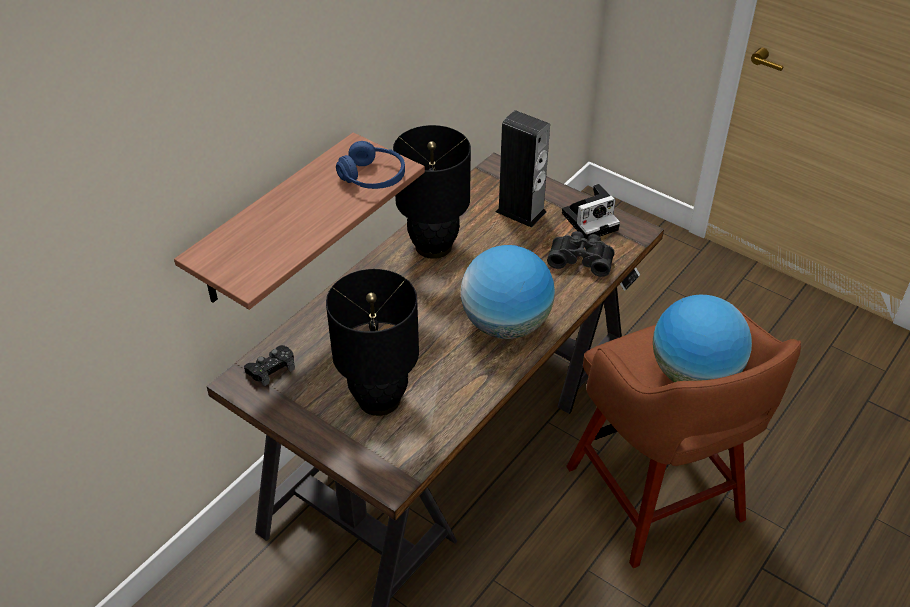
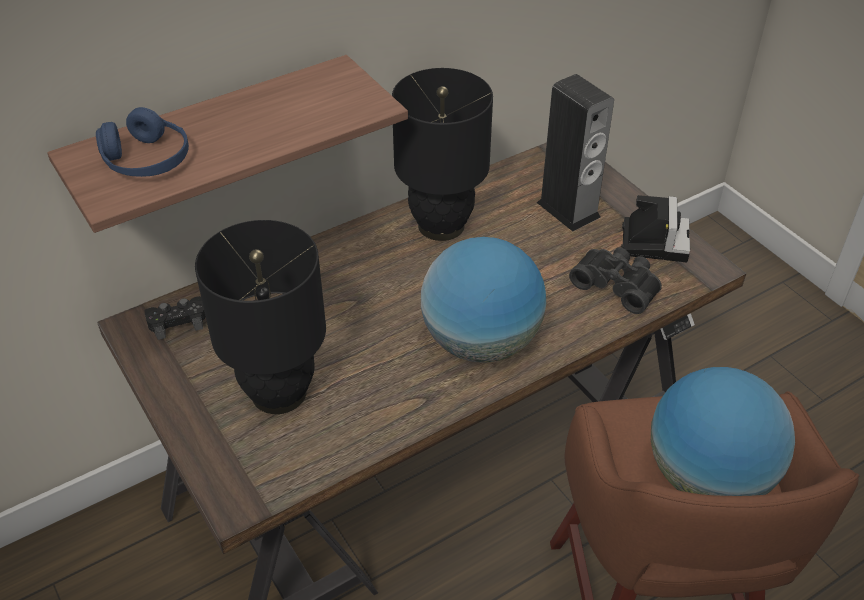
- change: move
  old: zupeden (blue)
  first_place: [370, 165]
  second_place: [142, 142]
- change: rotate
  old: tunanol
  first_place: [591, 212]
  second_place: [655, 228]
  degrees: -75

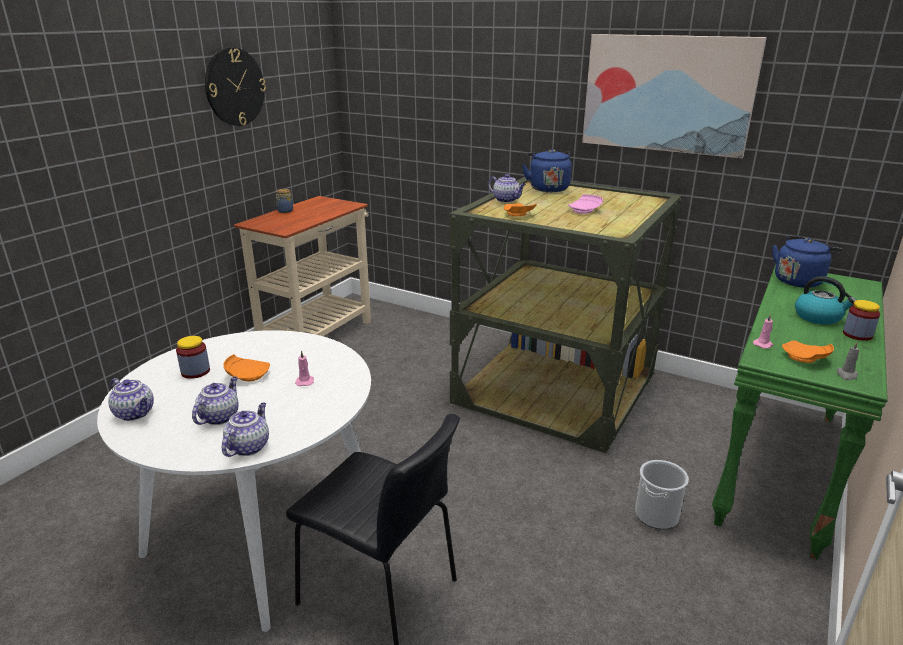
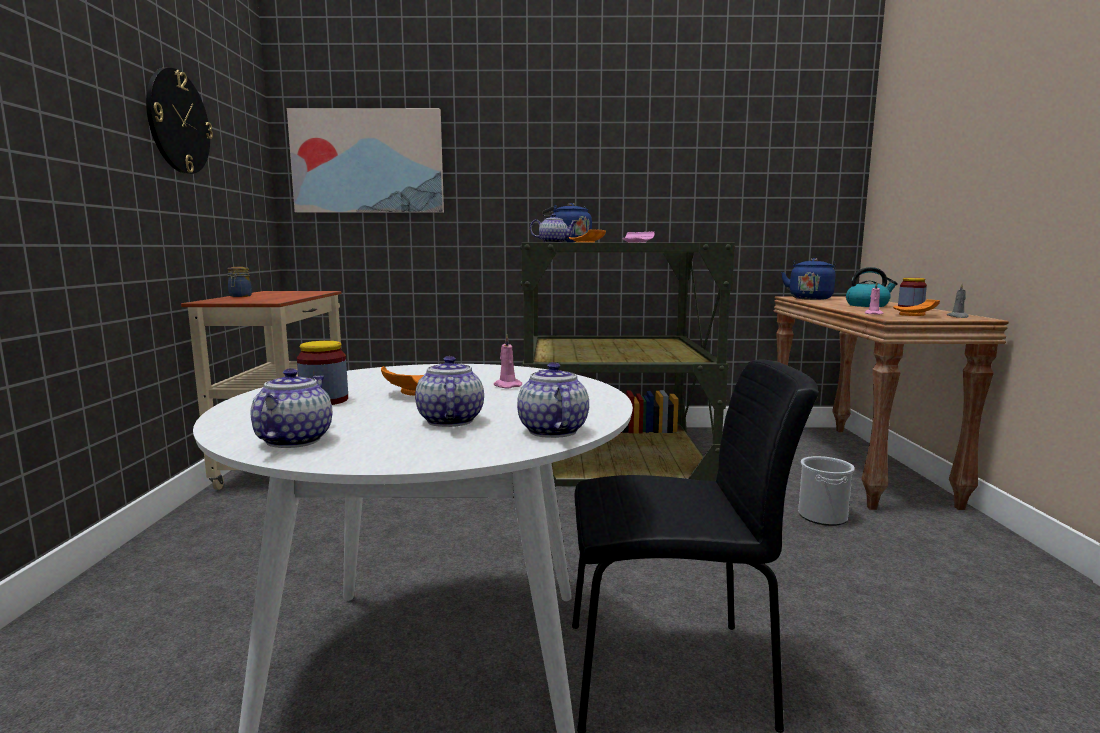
- change: move
  old: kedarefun
  first_place: [674, 96]
  second_place: [365, 160]
- change: recolor
  old: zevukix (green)
  new: zevukix (brown)
  first_place: [800, 412]
  second_place: [891, 403]
- change: rotate
  old: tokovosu
  first_place: [131, 399]
  second_place: [291, 408]
  degrees: -90

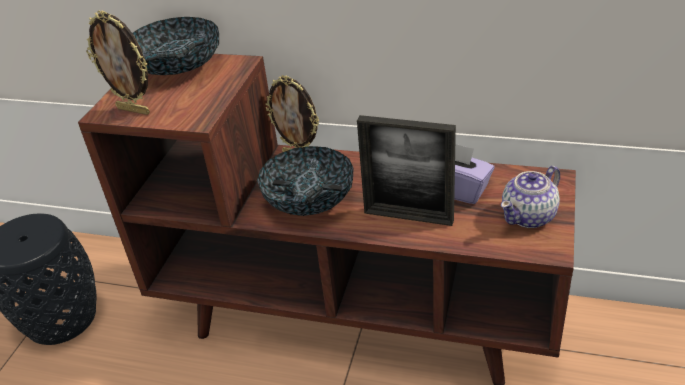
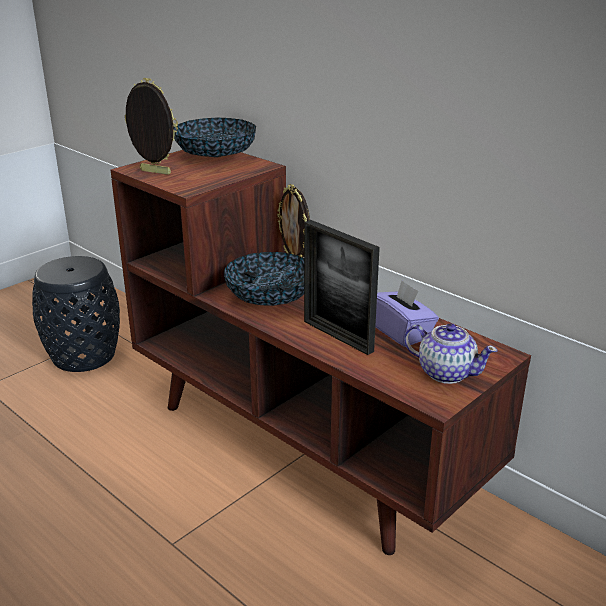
- change: rotate
  old: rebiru
  first_place: [118, 62]
  second_place: [151, 126]
  degrees: 150
- change: rotate
  old: tokovosu
  first_place: [530, 197]
  second_place: [451, 354]
  degrees: -135

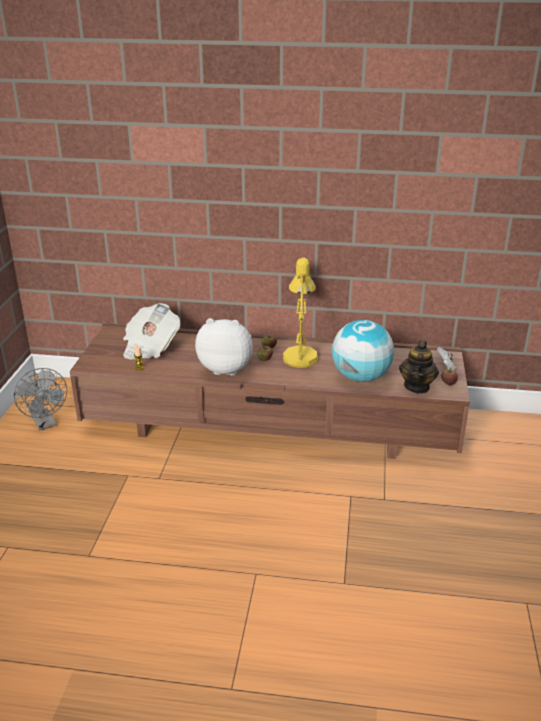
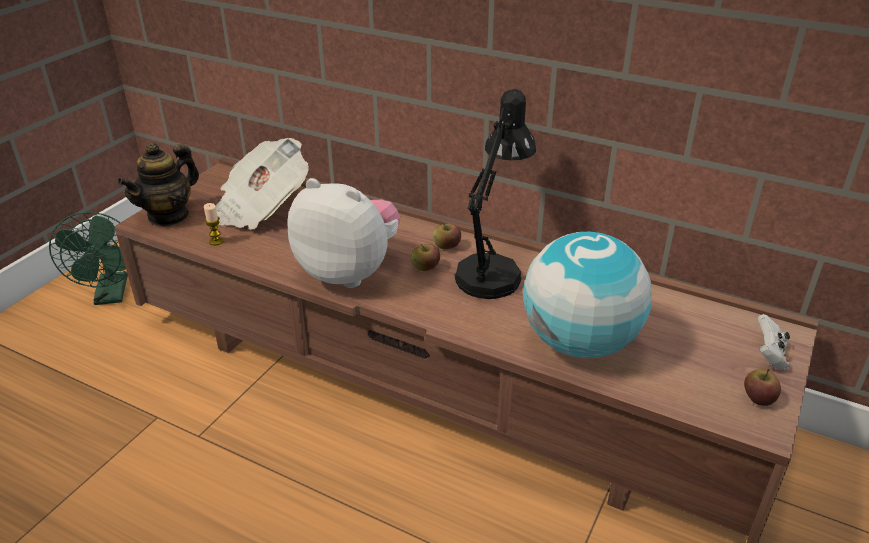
- change: recolor
  old: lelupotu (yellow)
  new: lelupotu (black)
  first_place: [300, 312]
  second_place: [495, 194]
- change: move
  old: tokovosu
  first_place: [419, 367]
  second_place: [158, 185]
- change: recolor
  old: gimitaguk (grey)
  new: gimitaguk (green)
  first_place: [40, 399]
  second_place: [88, 258]

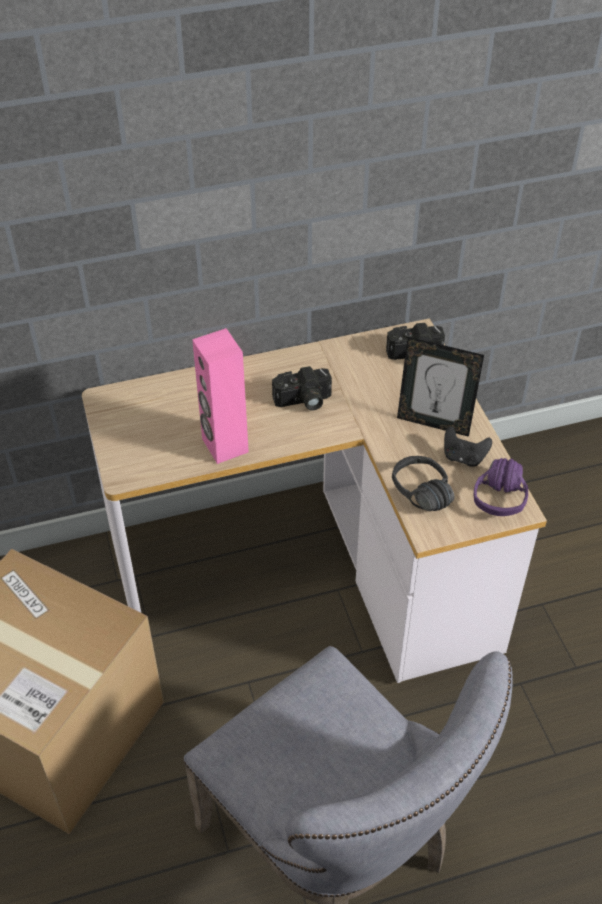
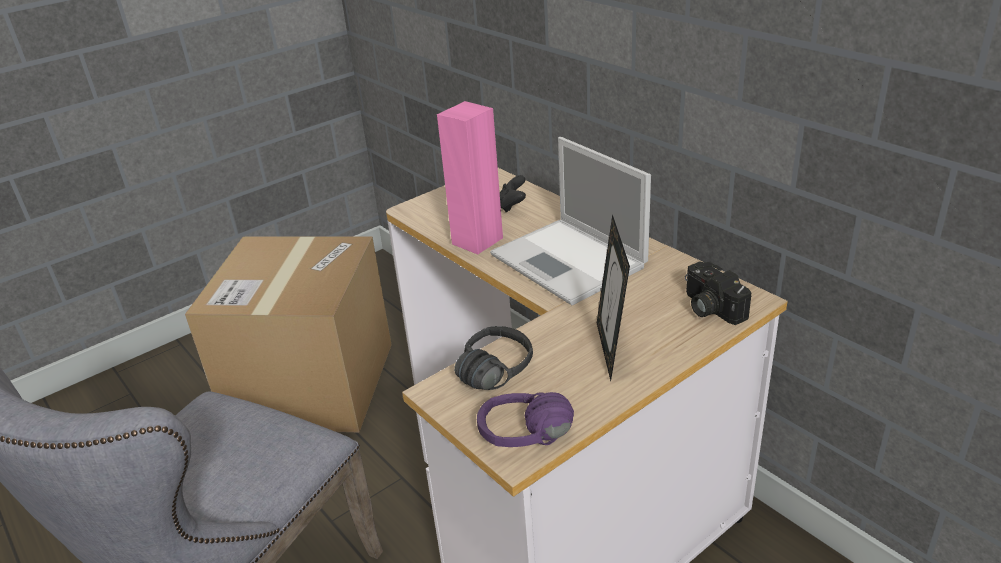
- change: replace
  old: tunanol
  new: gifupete
  first_place: [302, 388]
  second_place: [570, 221]
- change: move
  old: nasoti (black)
  first_place: [468, 446]
  second_place: [513, 194]

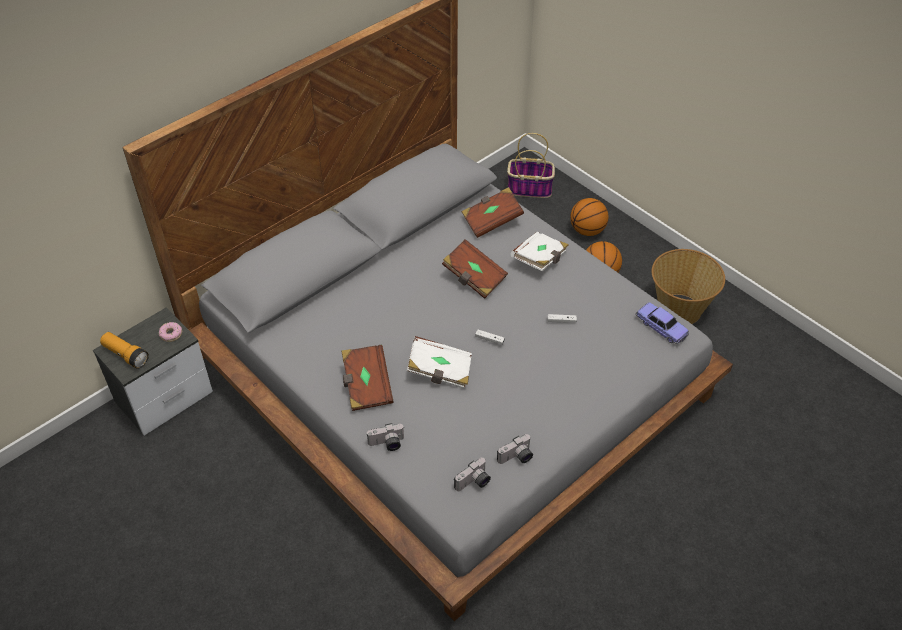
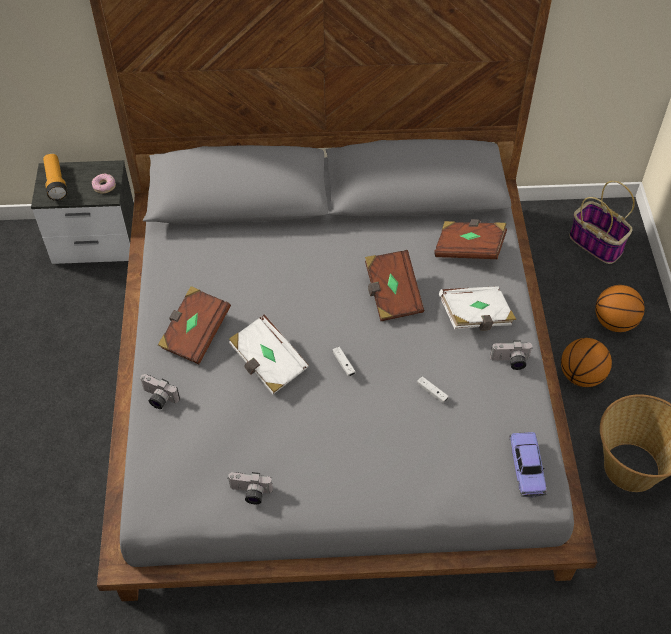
- change: move
  old: tunanol
  first_place: [472, 474]
  second_place: [511, 355]

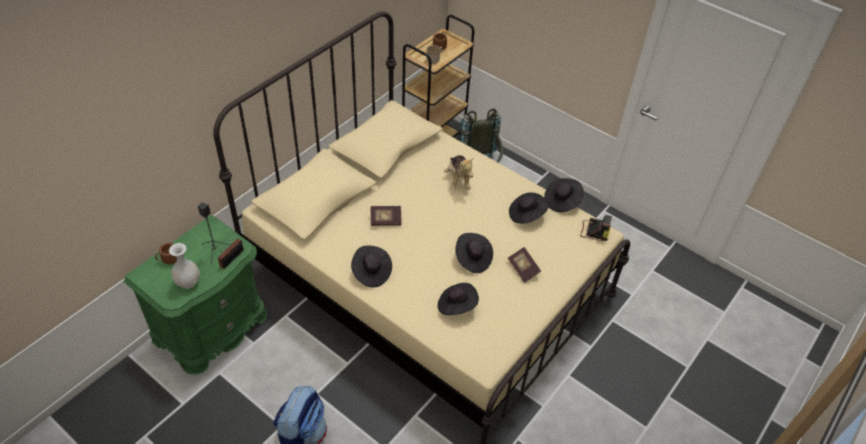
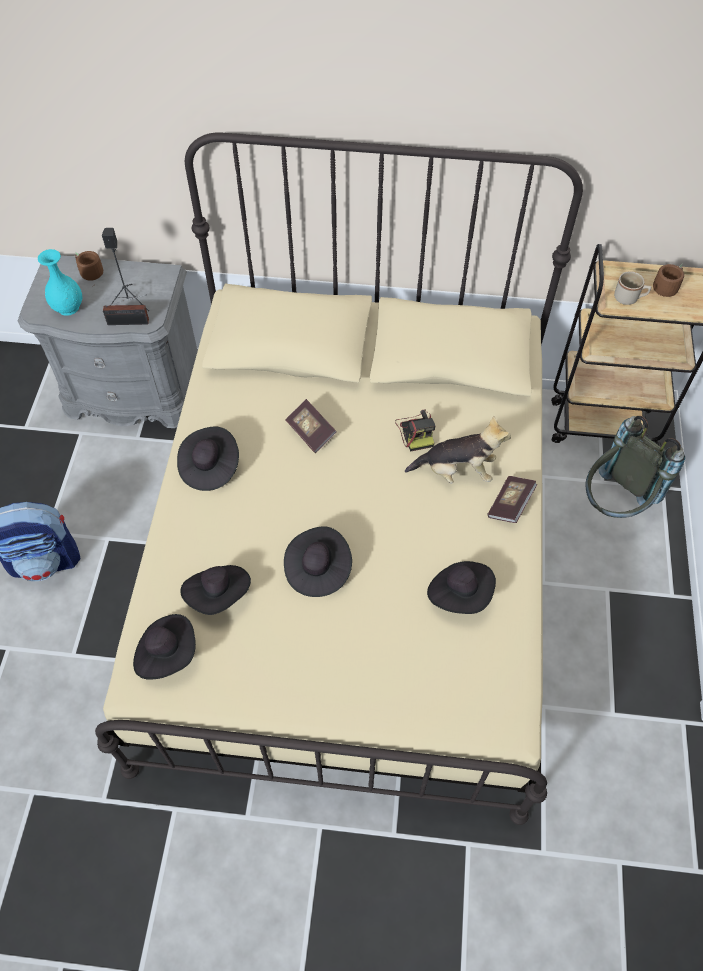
- change: rotate
  old: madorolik
  first_place: [458, 172]
  second_place: [458, 449]
  degrees: -135
- change: move
  old: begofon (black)
  first_place: [564, 195]
  second_place: [164, 646]
- change: recolor
  old: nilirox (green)
  new: nilirox (grey)
  first_place: [195, 295]
  second_place: [108, 341]
- change: move
  old: tunanol
  first_place: [596, 228]
  second_place: [415, 430]
- change: recolor
  old: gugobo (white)
  new: gugobo (turquoise)
  first_place: [184, 266]
  second_place: [60, 282]
- change: move
  old: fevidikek
  first_place: [524, 265]
  second_place: [512, 499]

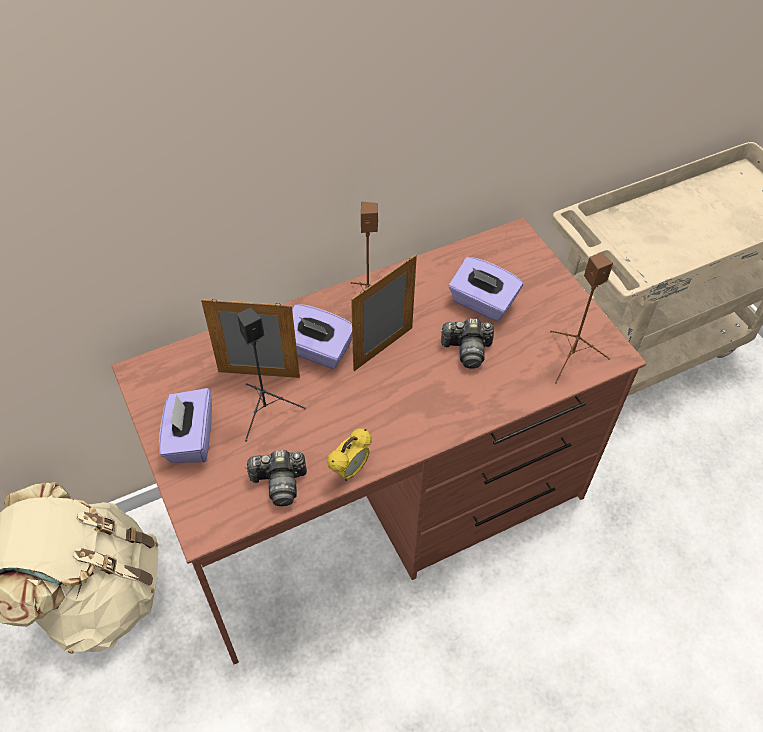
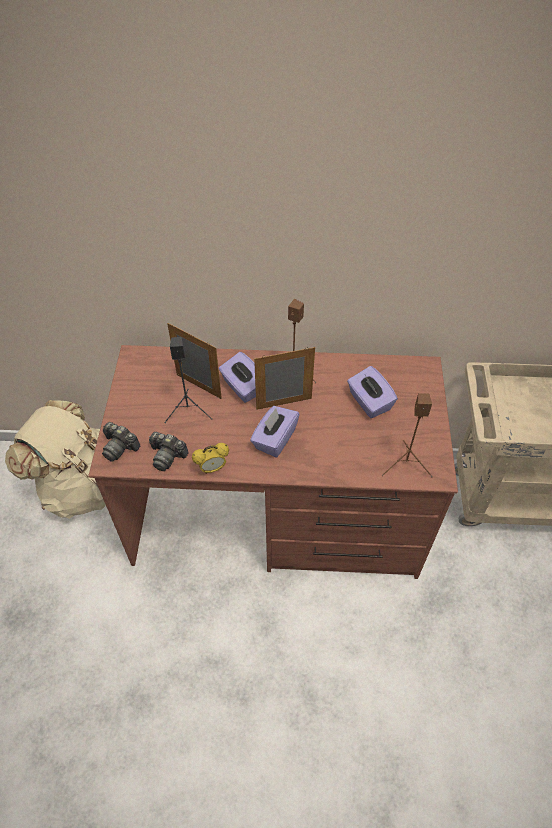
- change: move
  old: tunanol
  first_place: [467, 343]
  second_place: [121, 442]
- change: move
  old: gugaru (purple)
  first_place: [185, 425]
  second_place: [275, 431]

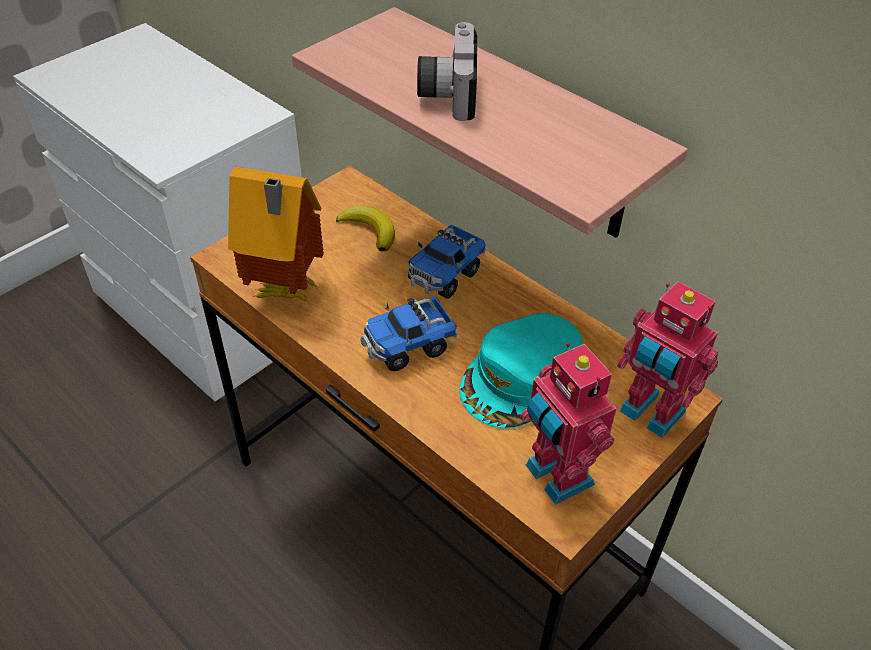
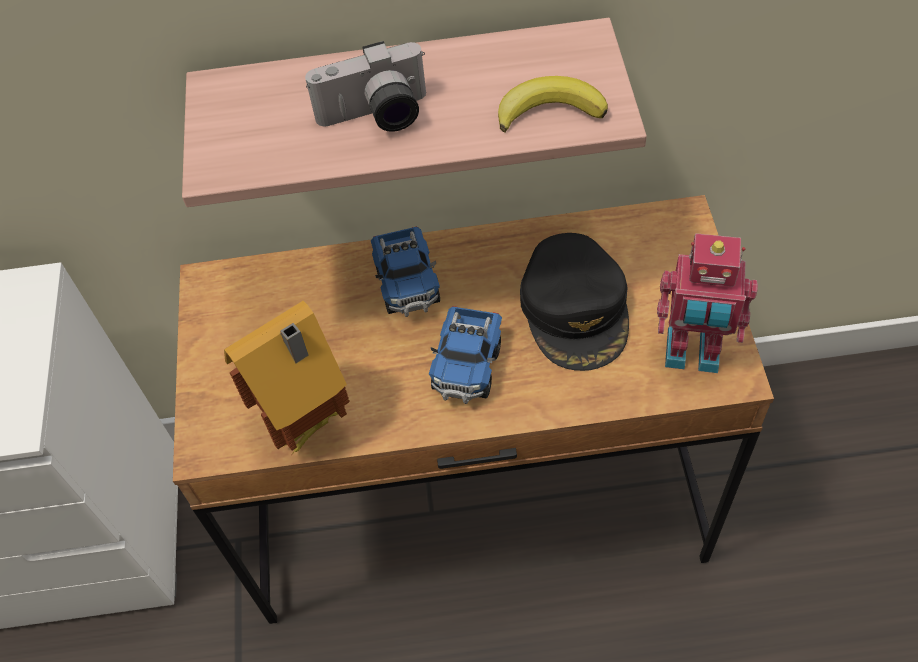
- change: rotate
  old: tunanol
  first_place: [447, 71]
  second_place: [365, 86]
  degrees: -60
- change: move
  old: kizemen
  first_place: [365, 228]
  second_place: [553, 104]
- change: delete
  old: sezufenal
  first_place: [667, 359]
- change: recolor
  old: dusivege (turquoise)
  new: dusivege (black)
  first_place: [521, 371]
  second_place: [574, 302]

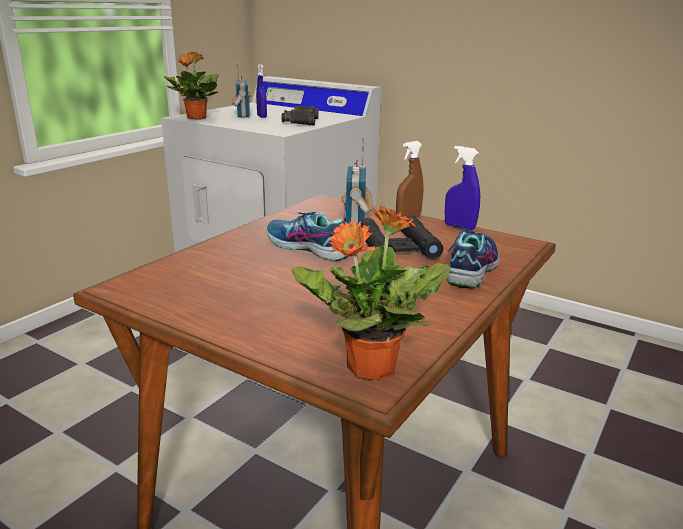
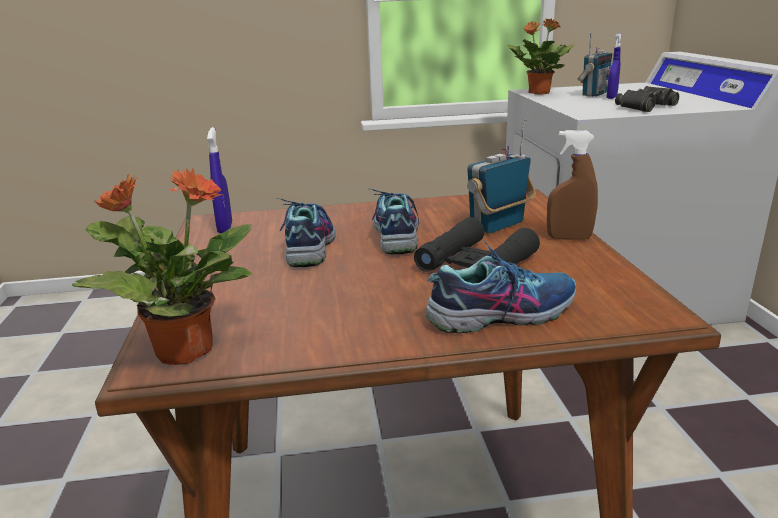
- change: move
  old: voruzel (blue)
  first_place: [462, 188]
  second_place: [219, 180]
- change: insert
  new: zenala
  second_place: [308, 233]

